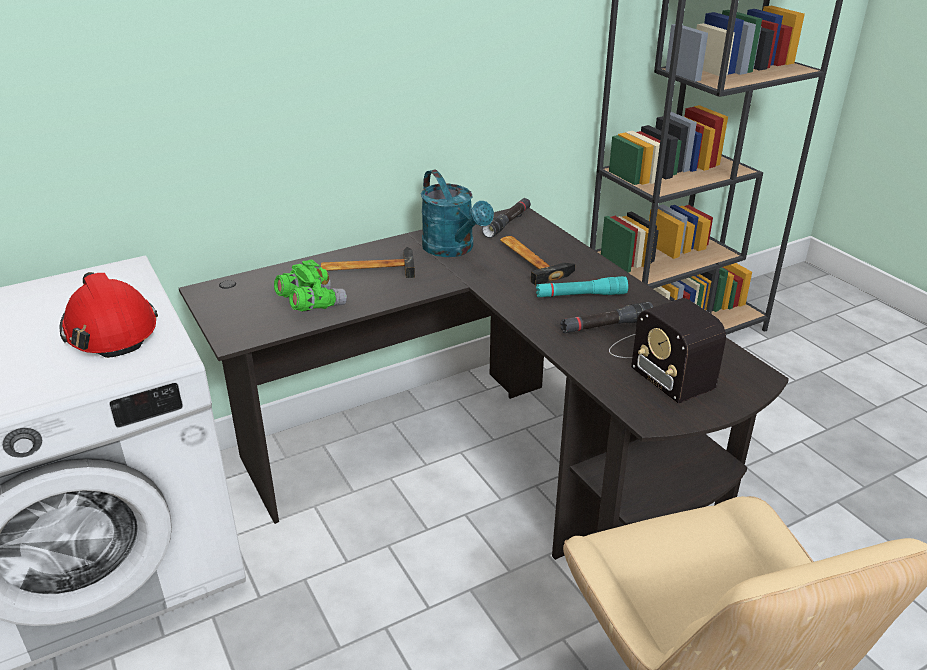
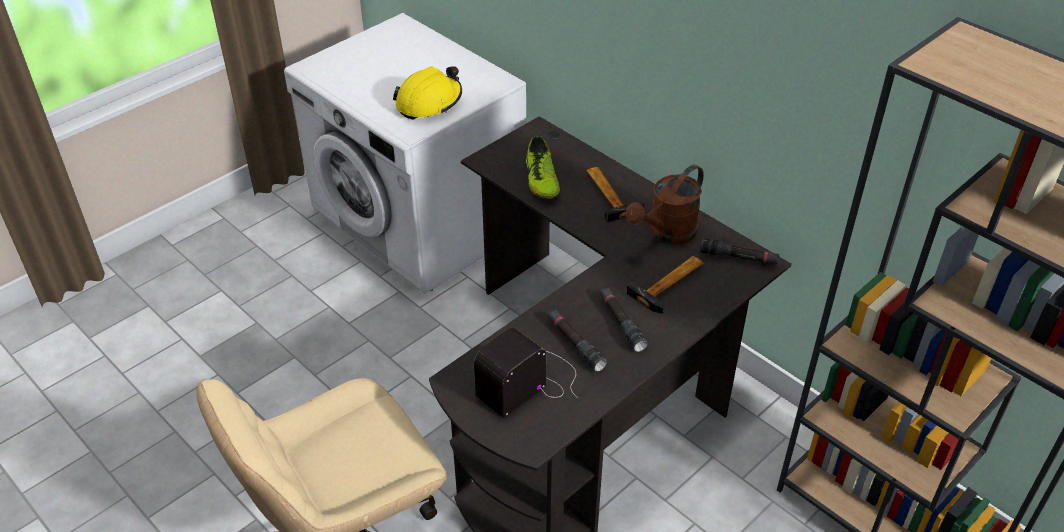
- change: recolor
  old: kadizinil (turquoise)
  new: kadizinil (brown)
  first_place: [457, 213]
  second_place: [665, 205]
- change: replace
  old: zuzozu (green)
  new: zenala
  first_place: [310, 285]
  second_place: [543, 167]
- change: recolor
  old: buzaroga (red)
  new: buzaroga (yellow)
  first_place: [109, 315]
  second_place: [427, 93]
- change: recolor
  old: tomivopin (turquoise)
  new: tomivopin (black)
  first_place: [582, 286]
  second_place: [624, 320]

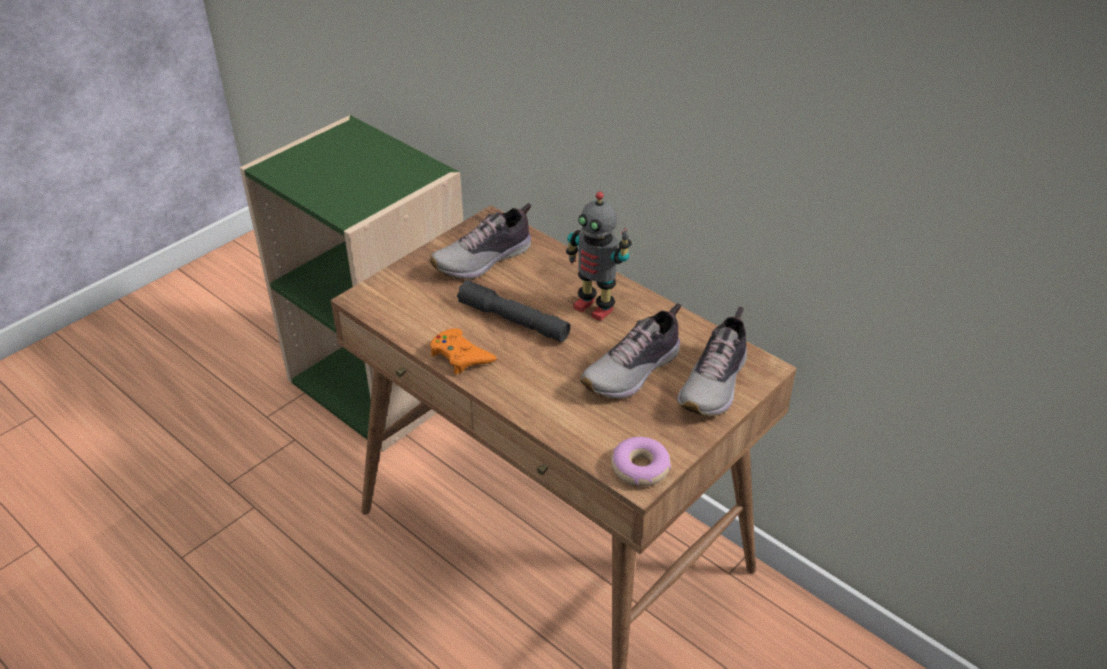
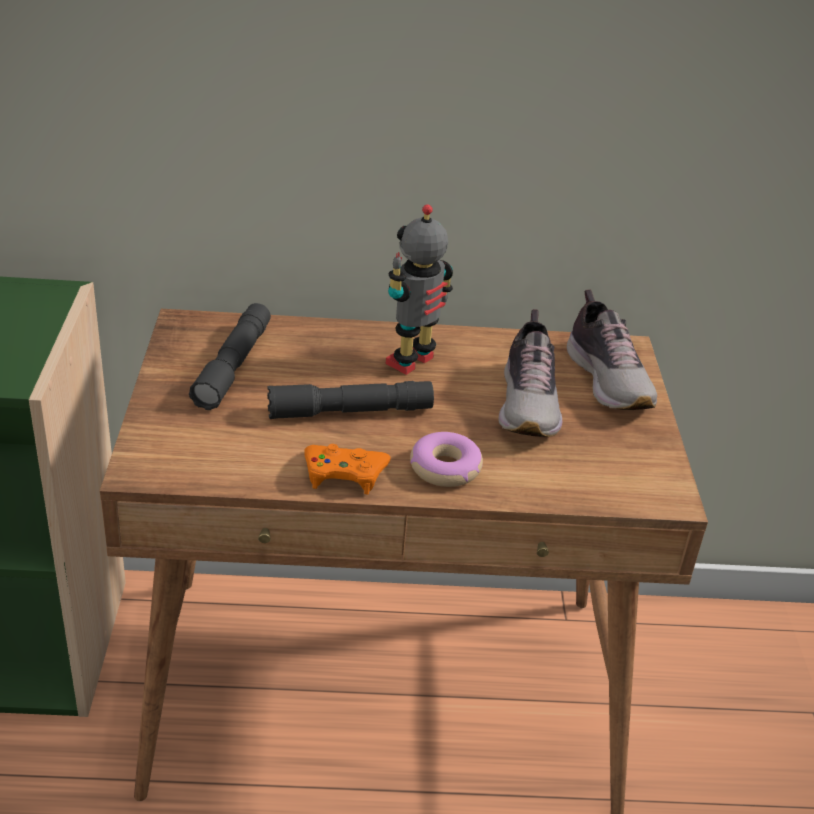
- change: rotate
  old: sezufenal
  first_place: [599, 256]
  second_place: [419, 289]
  degrees: 135
- change: replace
  old: zenala
  new: tomivopin (grey)
  first_place: [480, 241]
  second_place: [230, 356]
- change: move
  old: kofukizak
  first_place: [641, 462]
  second_place: [446, 459]

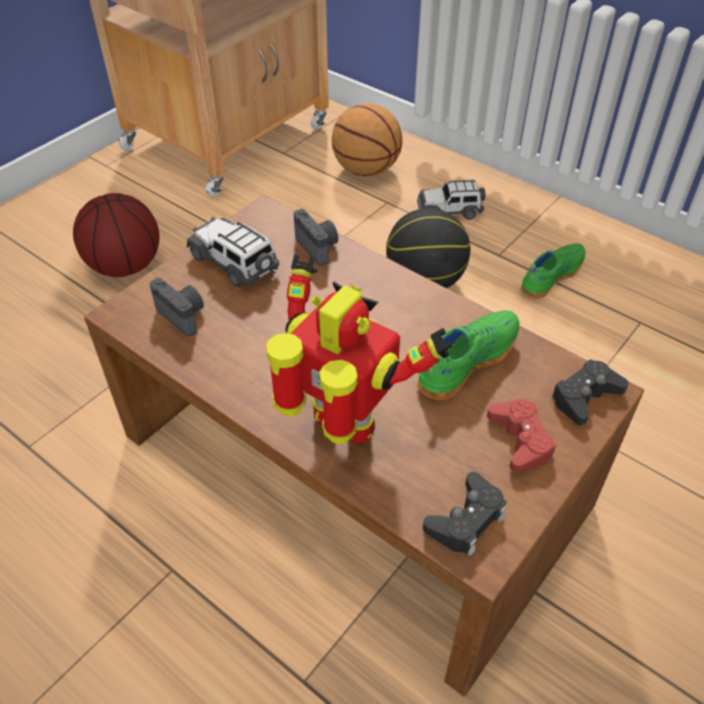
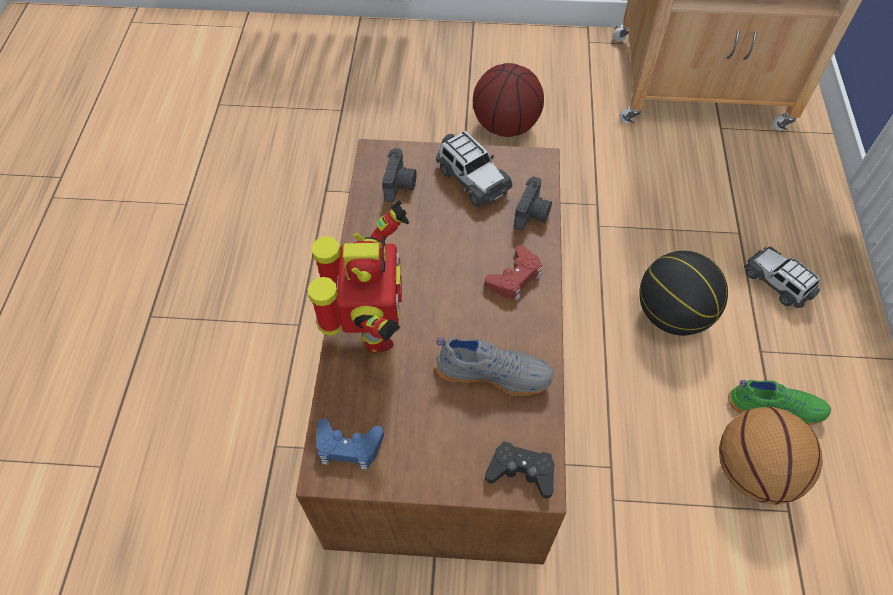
- change: move
  old: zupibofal
  first_place: [367, 140]
  second_place: [771, 456]
- change: rotate
  old: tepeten
  first_place: [233, 252]
  second_place: [474, 169]
  degrees: 135
- change: recolor
  old: zenala (green)
  new: zenala (grey)
  first_place: [468, 355]
  second_place: [494, 367]
- change: move
  old: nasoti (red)
  first_place: [521, 436]
  second_place: [513, 273]
- change: recolor
  old: nasoti (black)
  new: nasoti (blue)
  first_place: [465, 514]
  second_place: [350, 444]

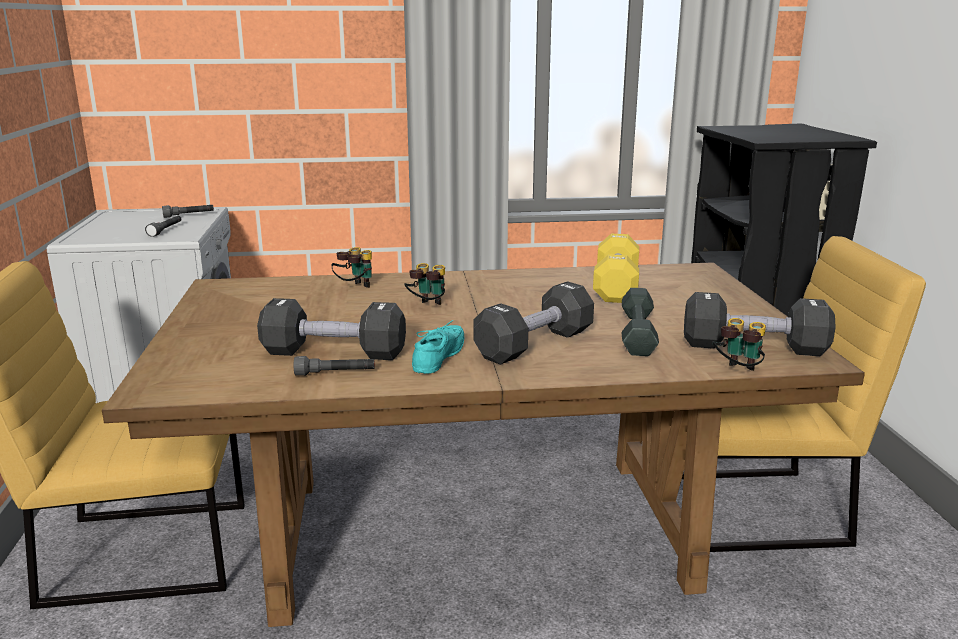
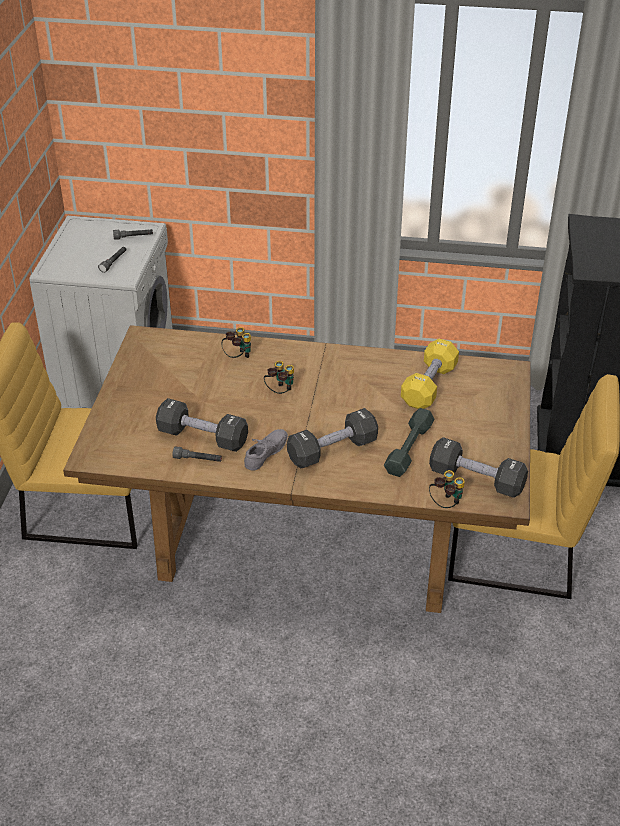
- change: recolor
  old: zenala (turquoise)
  new: zenala (grey)
  first_place: [438, 347]
  second_place: [266, 450]

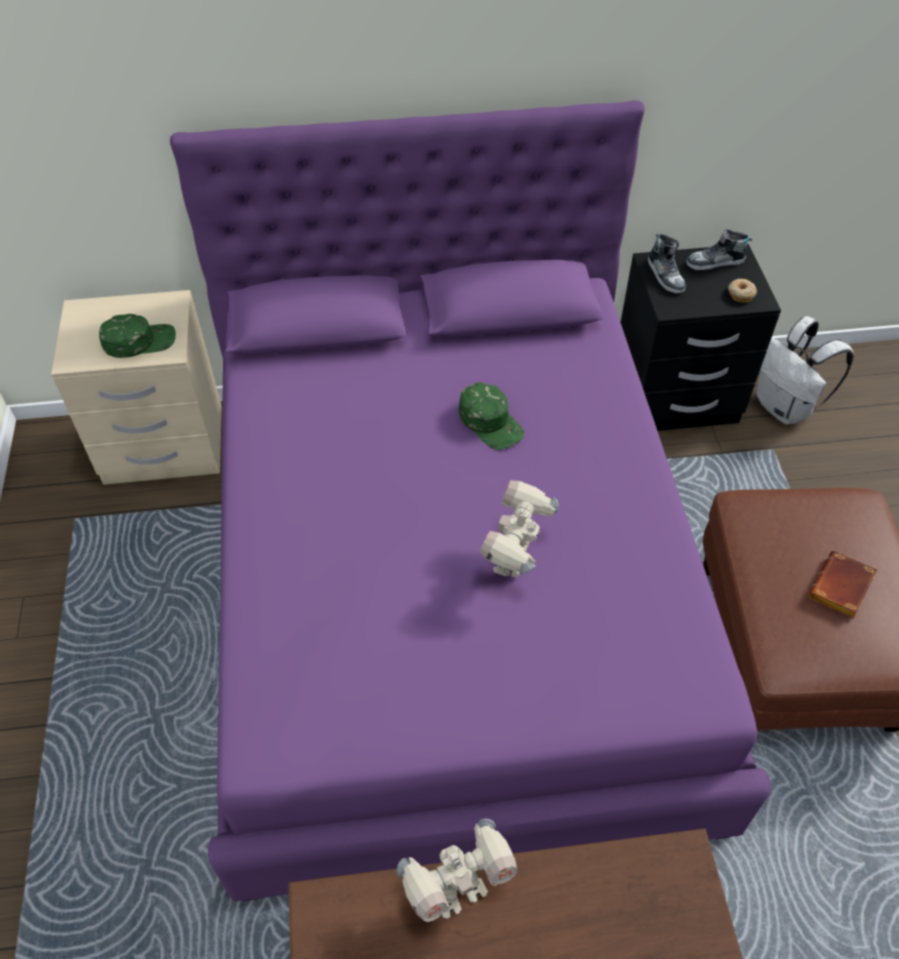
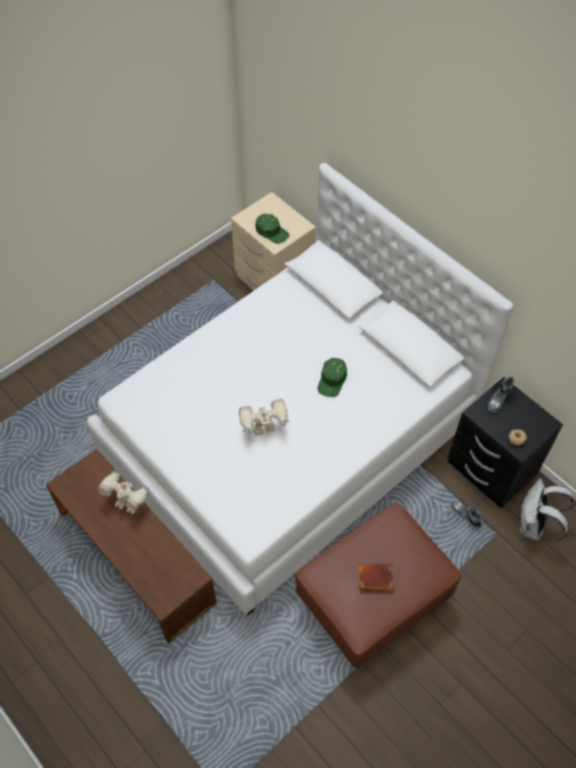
- change: recolor
  old: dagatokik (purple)
  new: dagatokik (white)
  first_place: [470, 500]
  second_place: [300, 389]
- change: move
  old: zenala
  first_place: [719, 249]
  second_place: [467, 514]

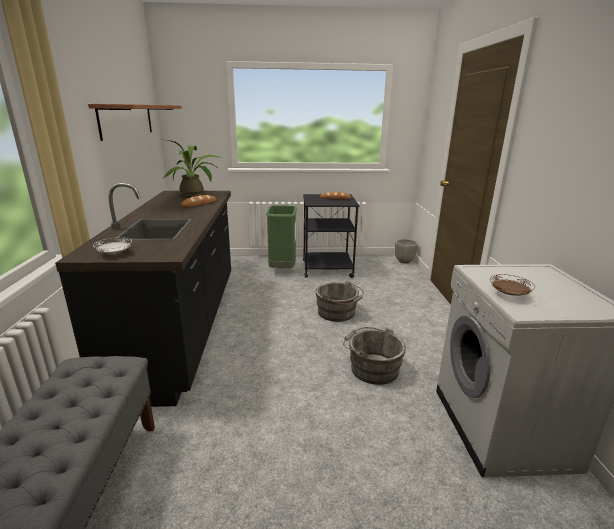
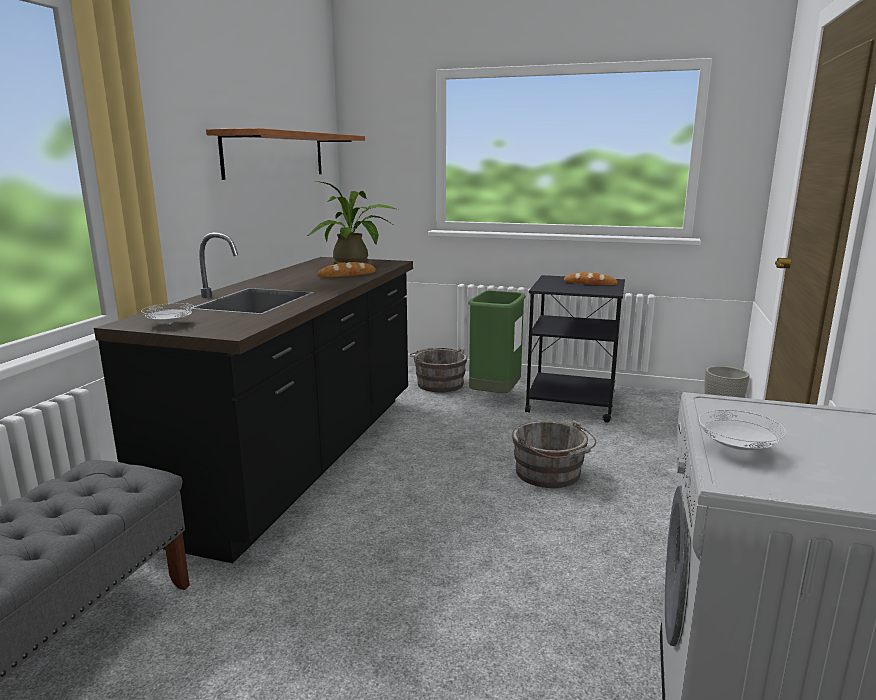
- change: recolor
  old: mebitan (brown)
  new: mebitan (white)
  first_place: [512, 285]
  second_place: [742, 430]
- change: move
  old: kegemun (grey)
  first_place: [374, 356]
  second_place: [438, 370]

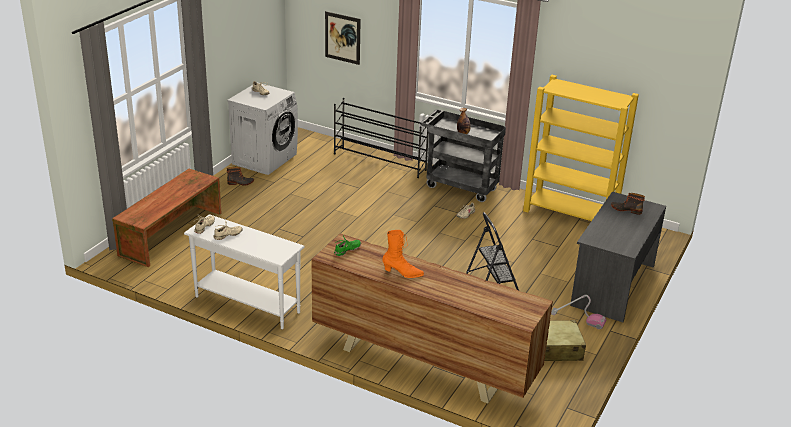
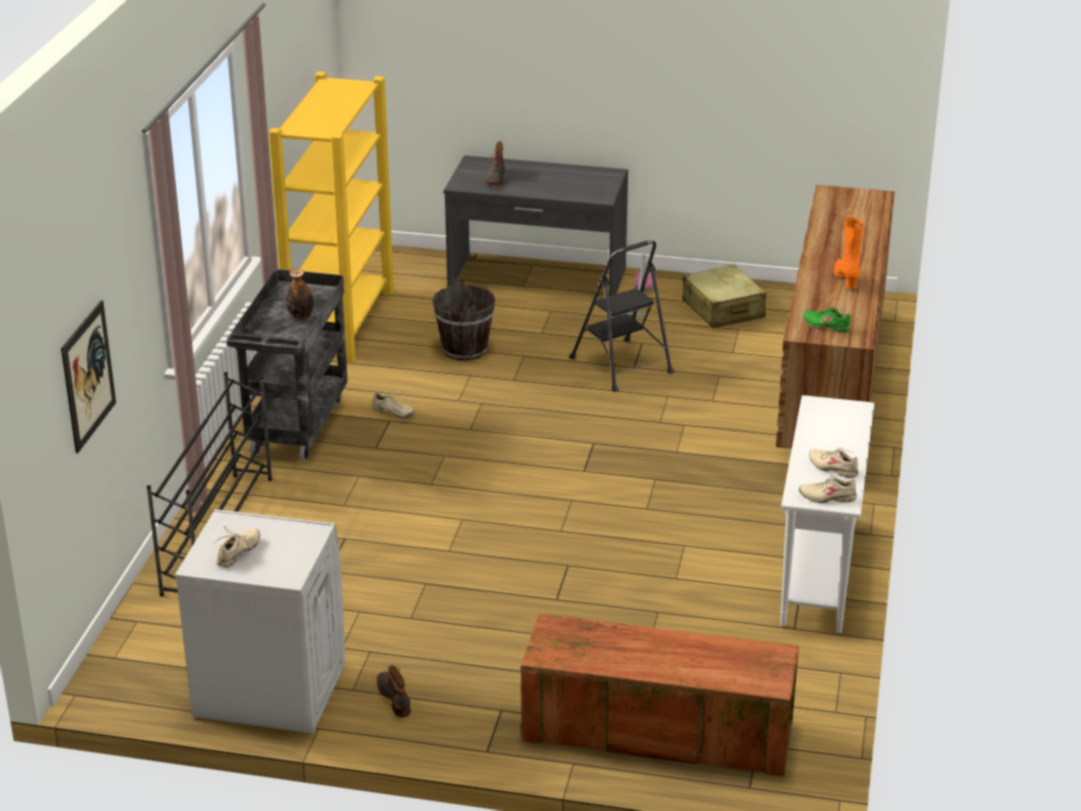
- change: insert
  new: kegemun (brown)
  second_place: [463, 319]

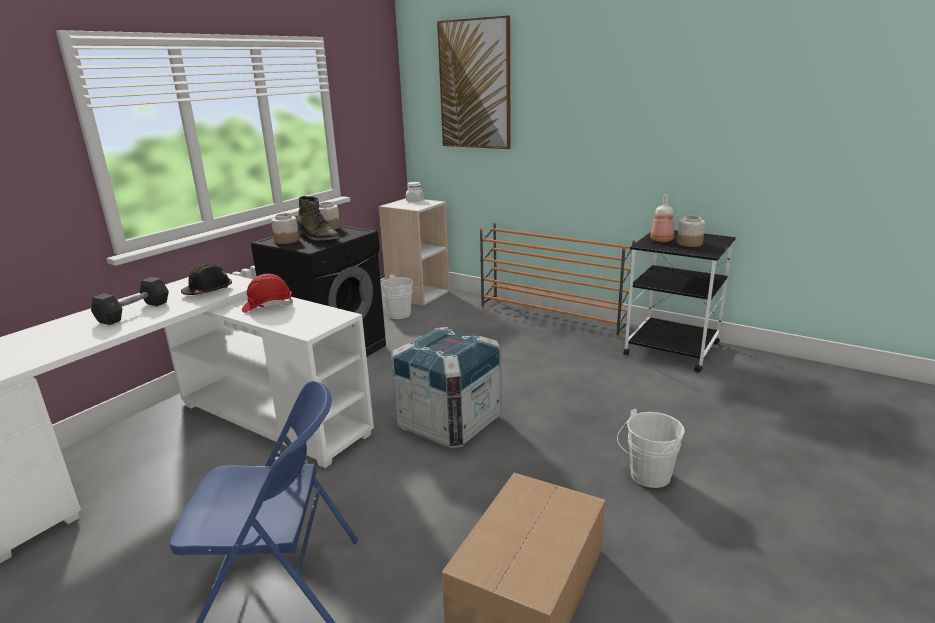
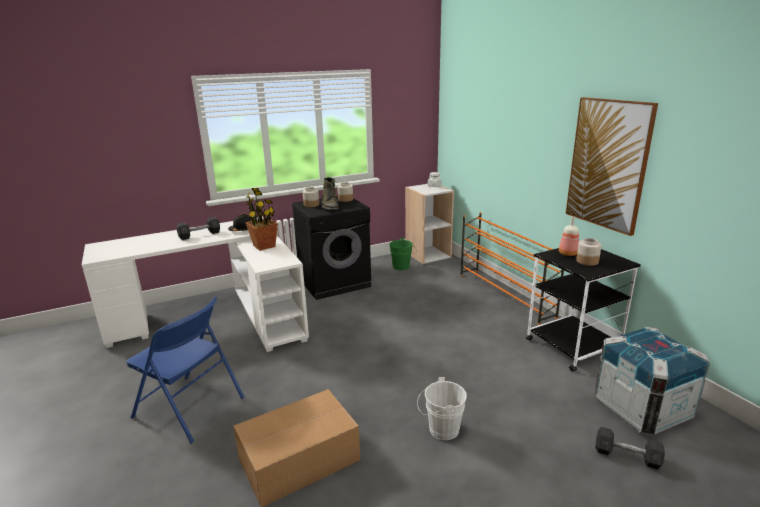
- change: move
  old: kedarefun
  first_place: [474, 82]
  second_place: [612, 166]
- change: replace
  old: buzaroga (red)
  new: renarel
  first_place: [267, 293]
  second_place: [261, 219]
- change: recolor
  old: kegemun (white)
  new: kegemun (green)
  first_place: [400, 296]
  second_place: [403, 253]
- change: move
  old: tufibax
  first_place: [446, 387]
  second_place: [652, 381]
- change: insert
  new: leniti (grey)
  second_place: [630, 448]

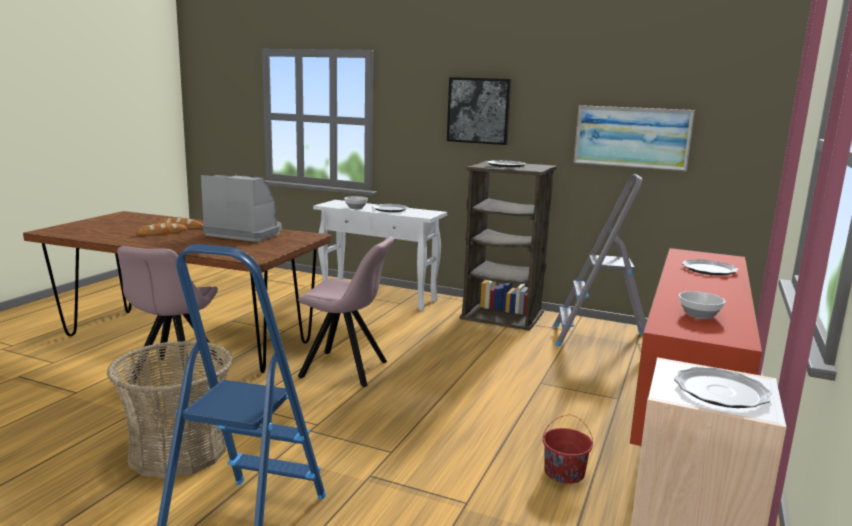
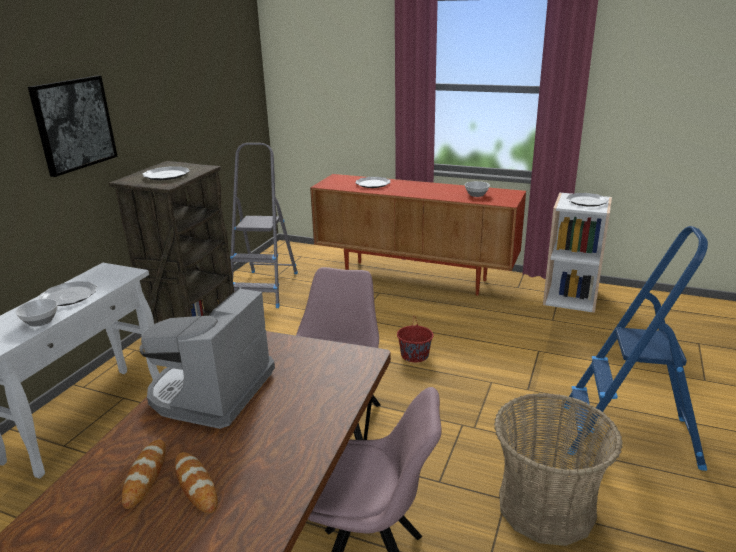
- change: delete
  old: kedarefun
  first_place: [634, 138]
- change: move
  old: kegemun (red)
  first_place: [568, 449]
  second_place: [415, 339]

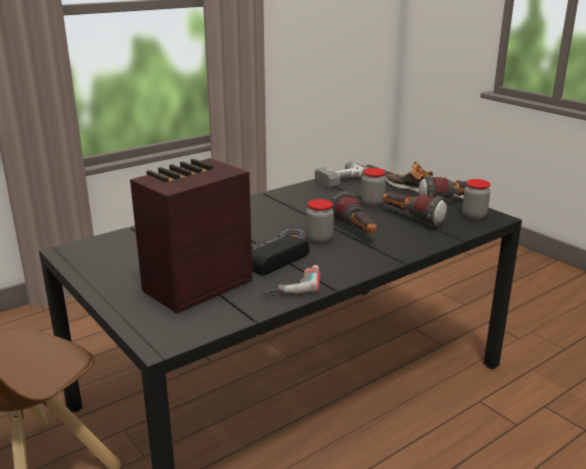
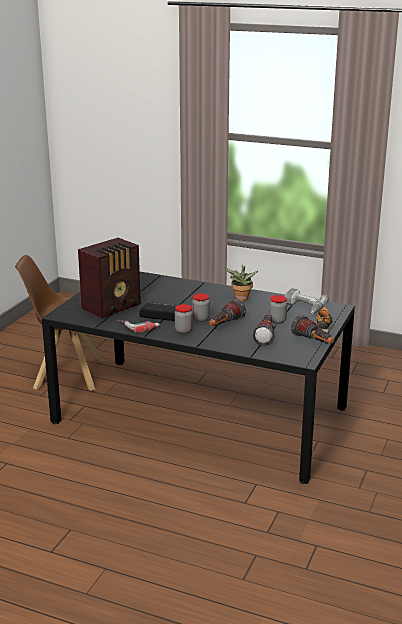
- change: rotate
  old: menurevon
  first_place: [191, 236]
  second_place: [109, 278]
  degrees: 120
- change: move
  old: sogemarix
  first_place: [476, 199]
  second_place: [184, 319]
- change: insert
  new: renarel
  second_place: [241, 283]

